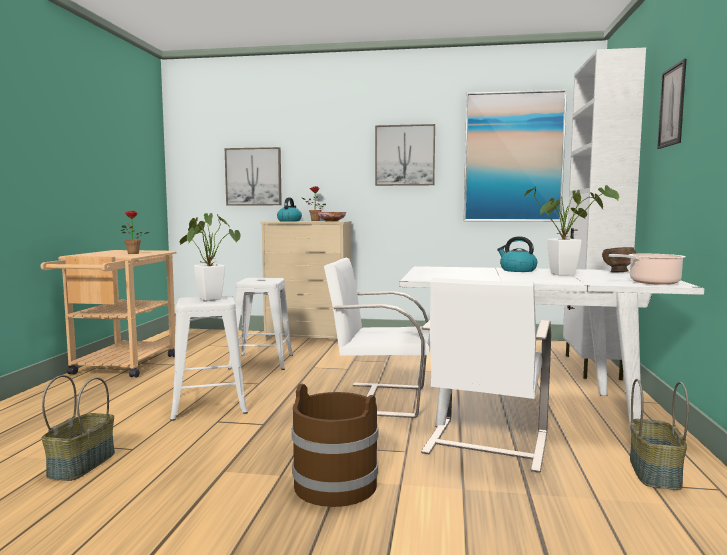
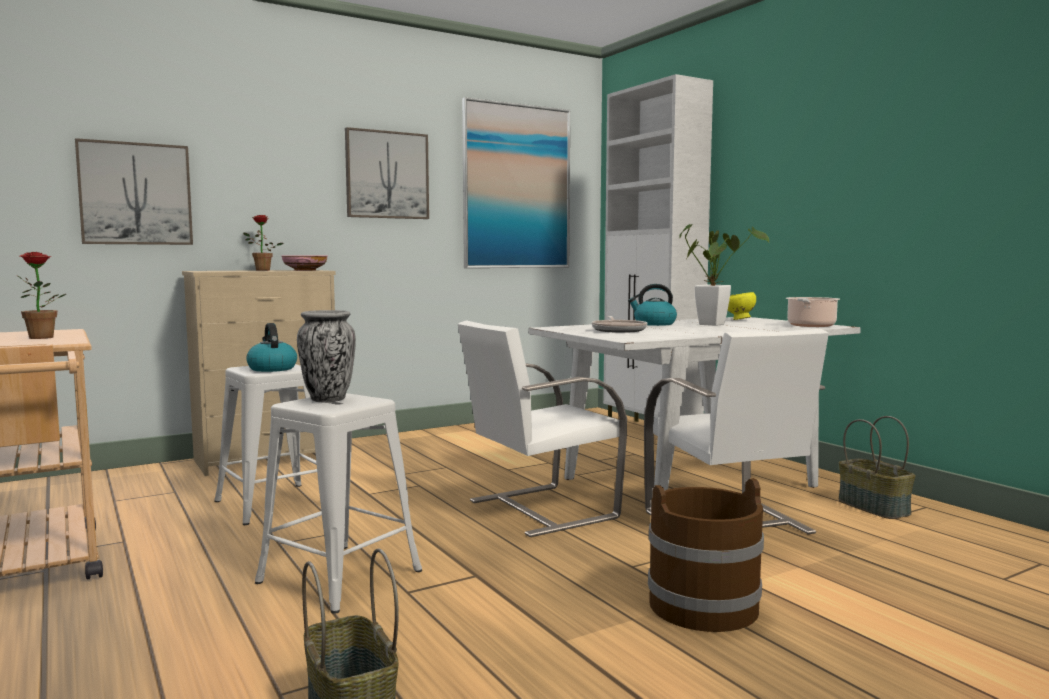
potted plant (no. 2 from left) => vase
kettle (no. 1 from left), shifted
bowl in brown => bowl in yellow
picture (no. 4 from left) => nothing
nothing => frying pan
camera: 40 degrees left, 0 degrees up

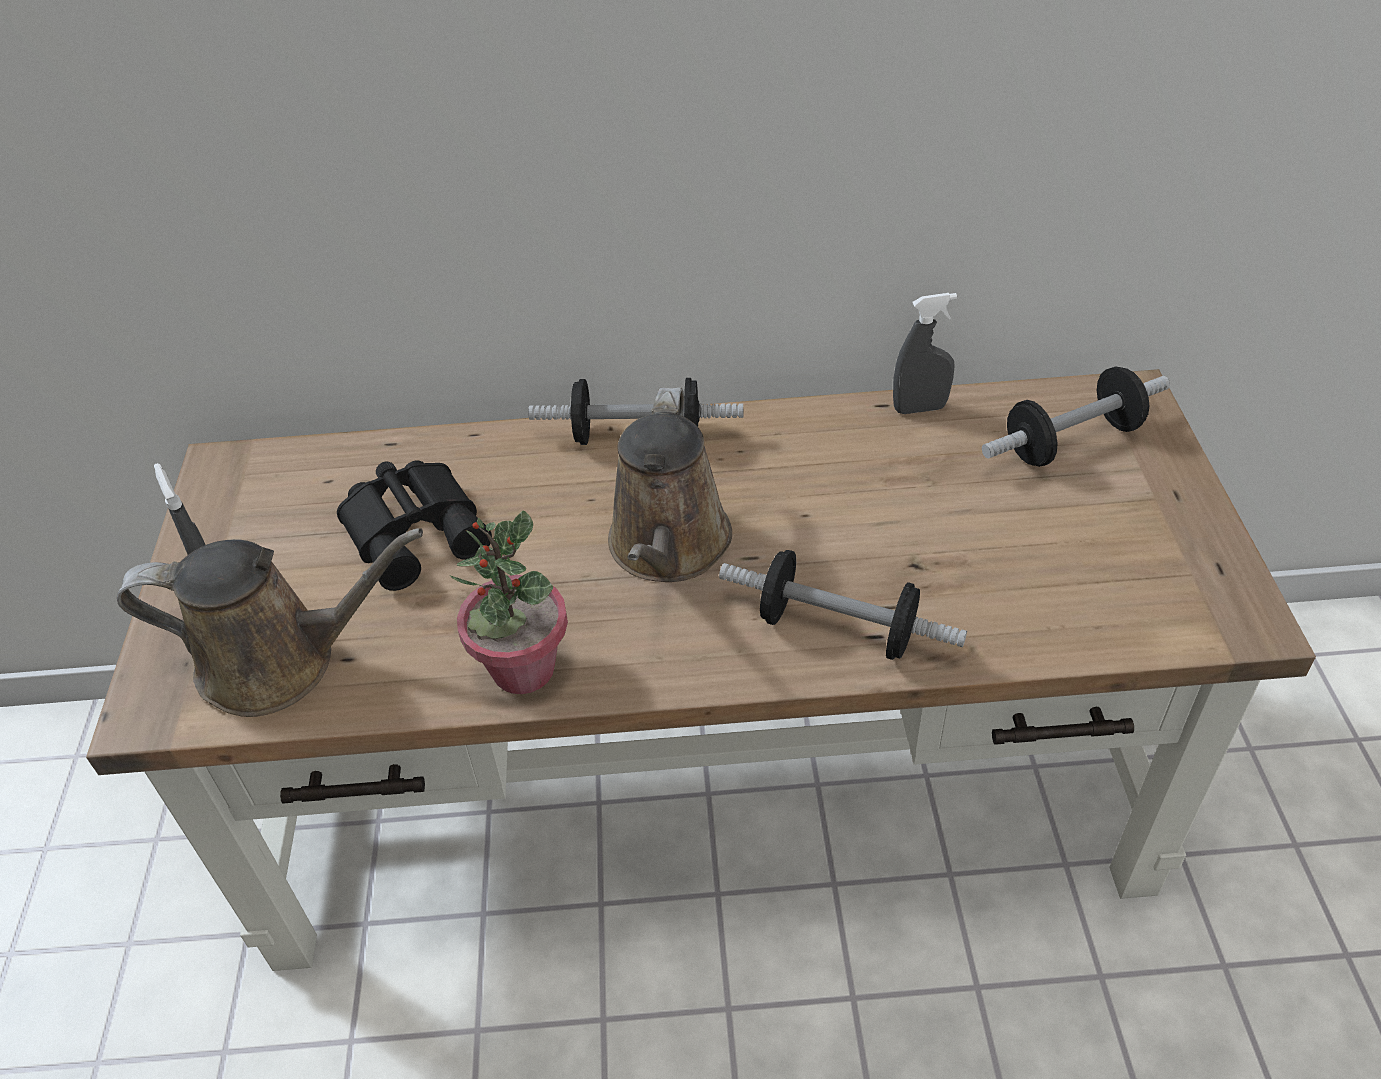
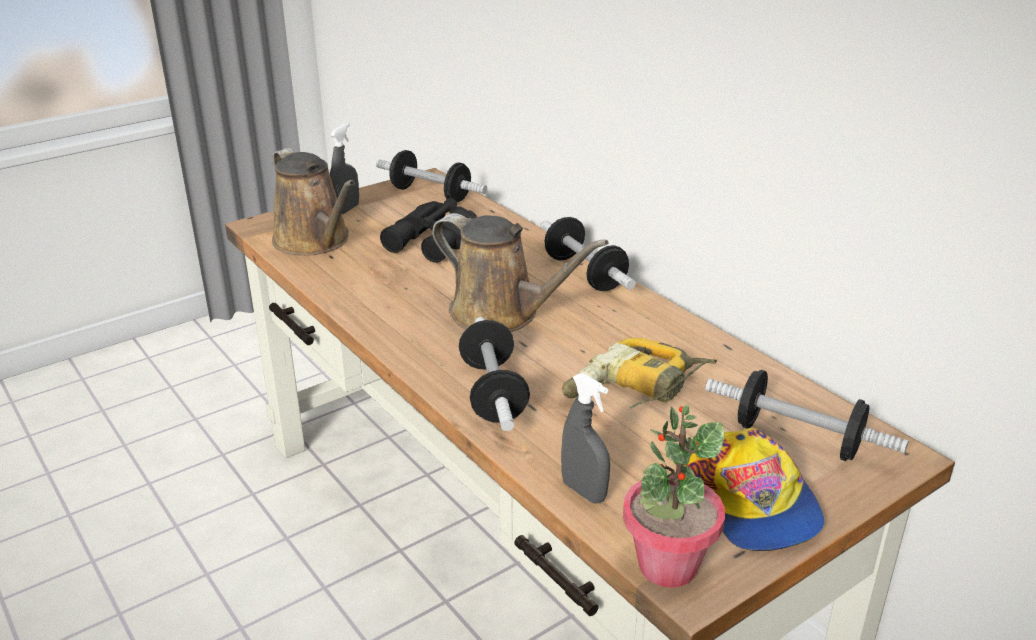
potted plant, shifted
watering can in brown (no. 2 from left), 120 degrees counterclockwise
spray bottle in grey (no. 2 from left), shifted
nothing => dumbbell (no. 1 from left)
nothing => power drill
nothing => cap
camera: 55 degrees right, 15 degrees down

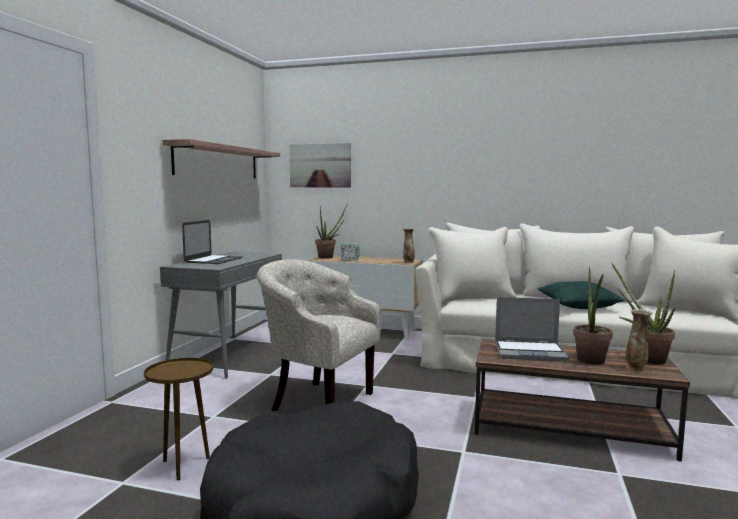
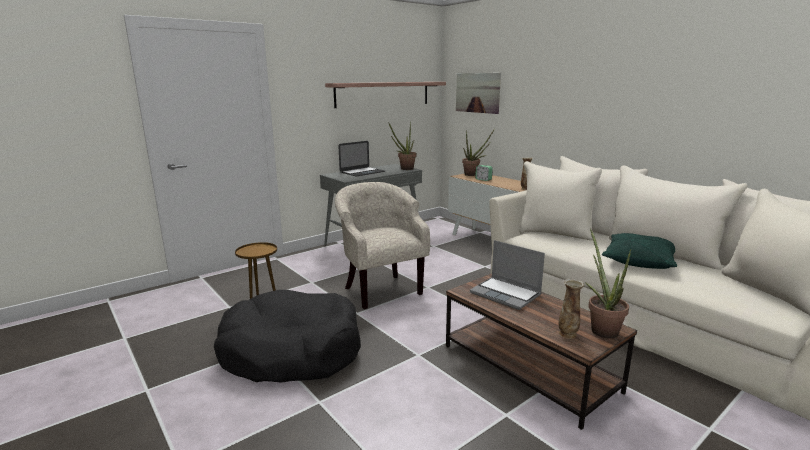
potted plant (no. 2 from left in the first image) => potted plant (no. 1 from left), shifted
camera: 35 degrees right, 10 degrees up

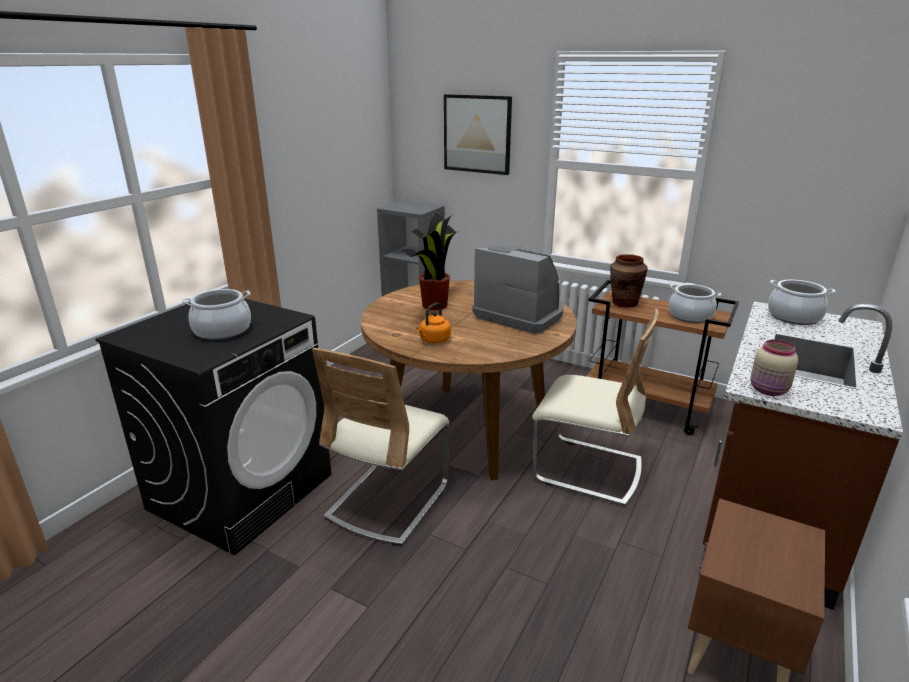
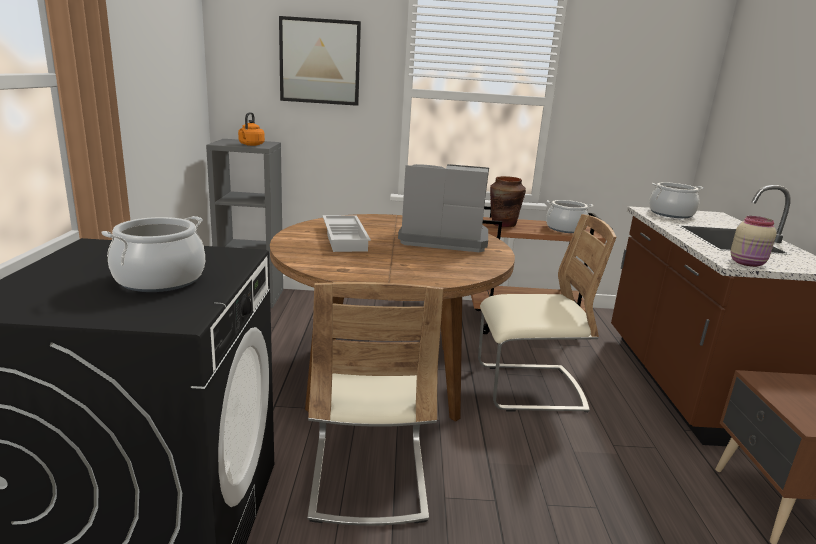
potted plant => tray in white
kettle in orange, shifted
camera: 30 degrees left, 5 degrees down

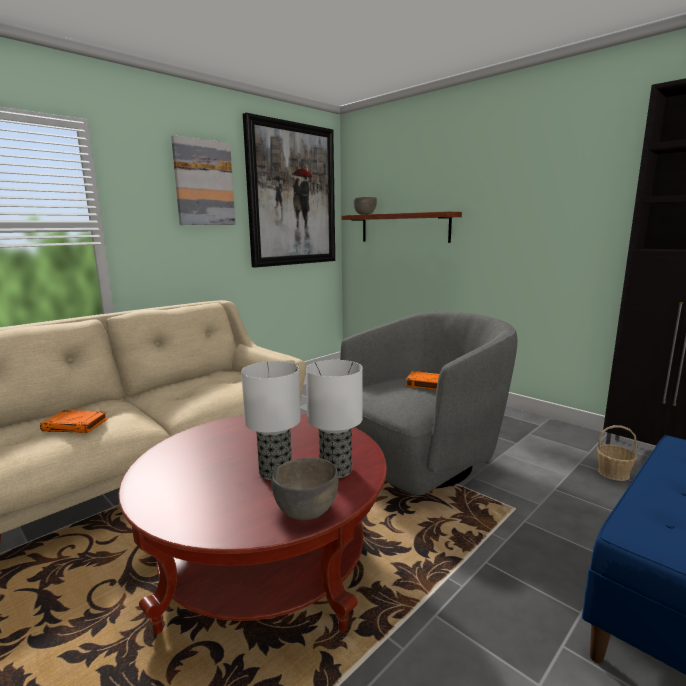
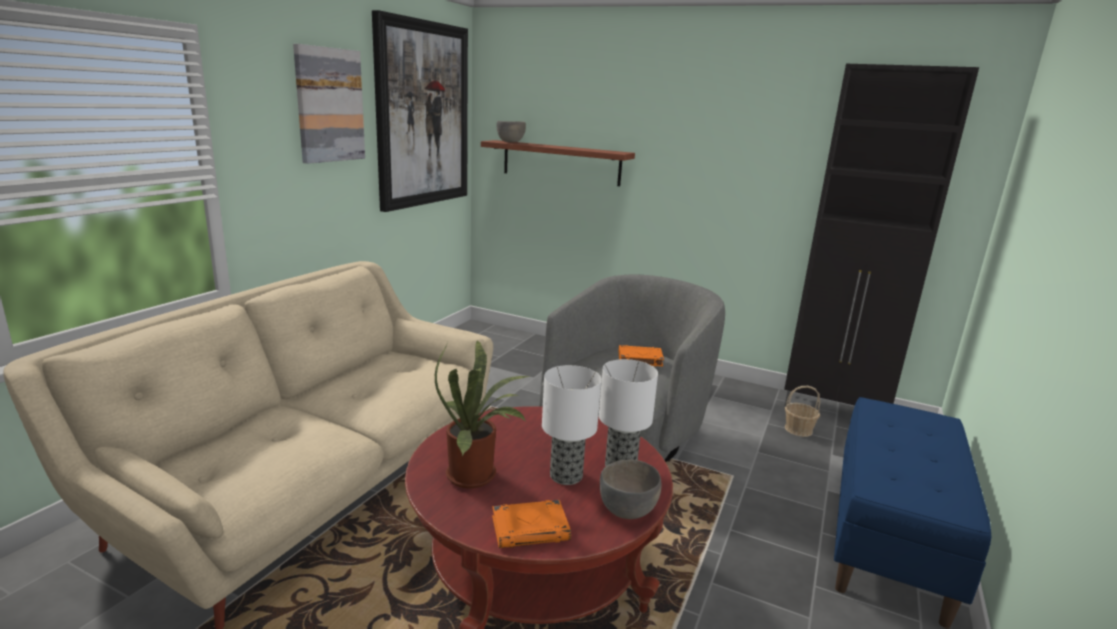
book in orange (no. 1 from left), shifted
nothing => potted plant
camera: 20 degrees left, 5 degrees up

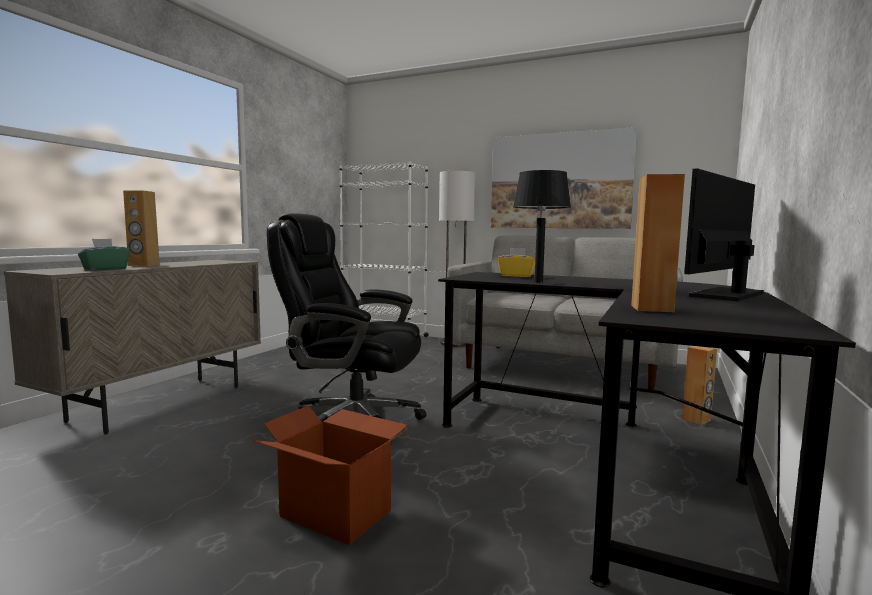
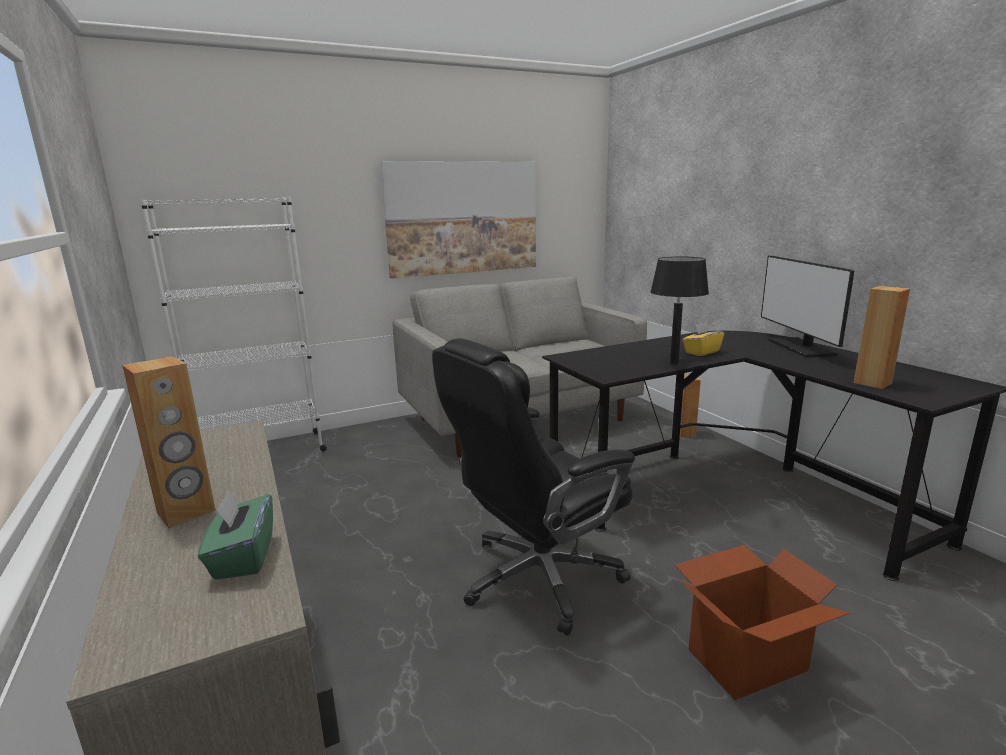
floor lamp => nothing
tissue box in yellow, shifted
camera: 50 degrees left, 10 degrees up

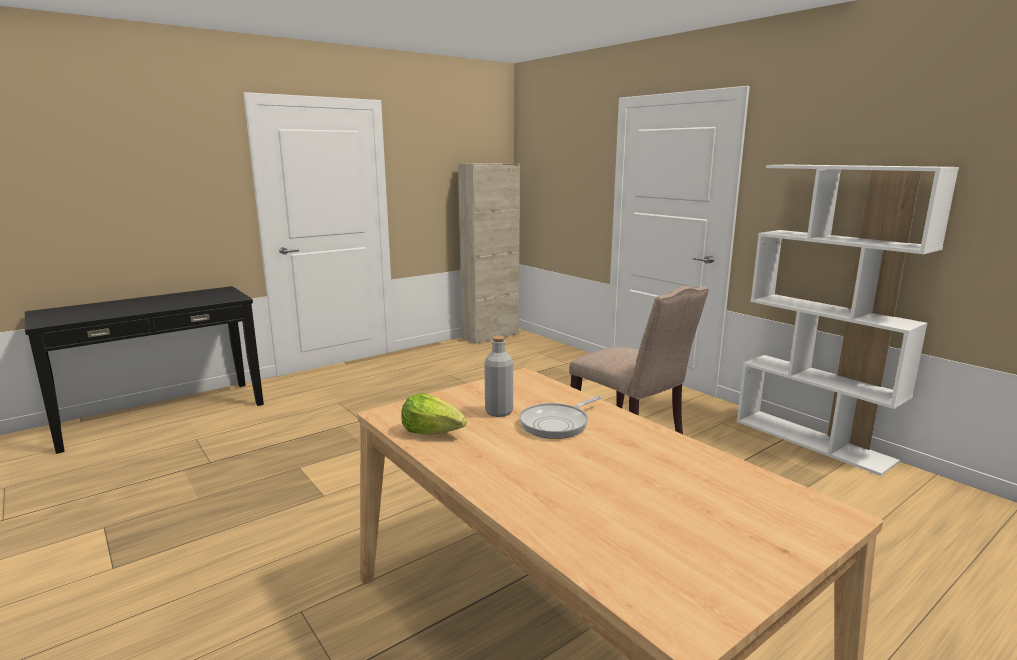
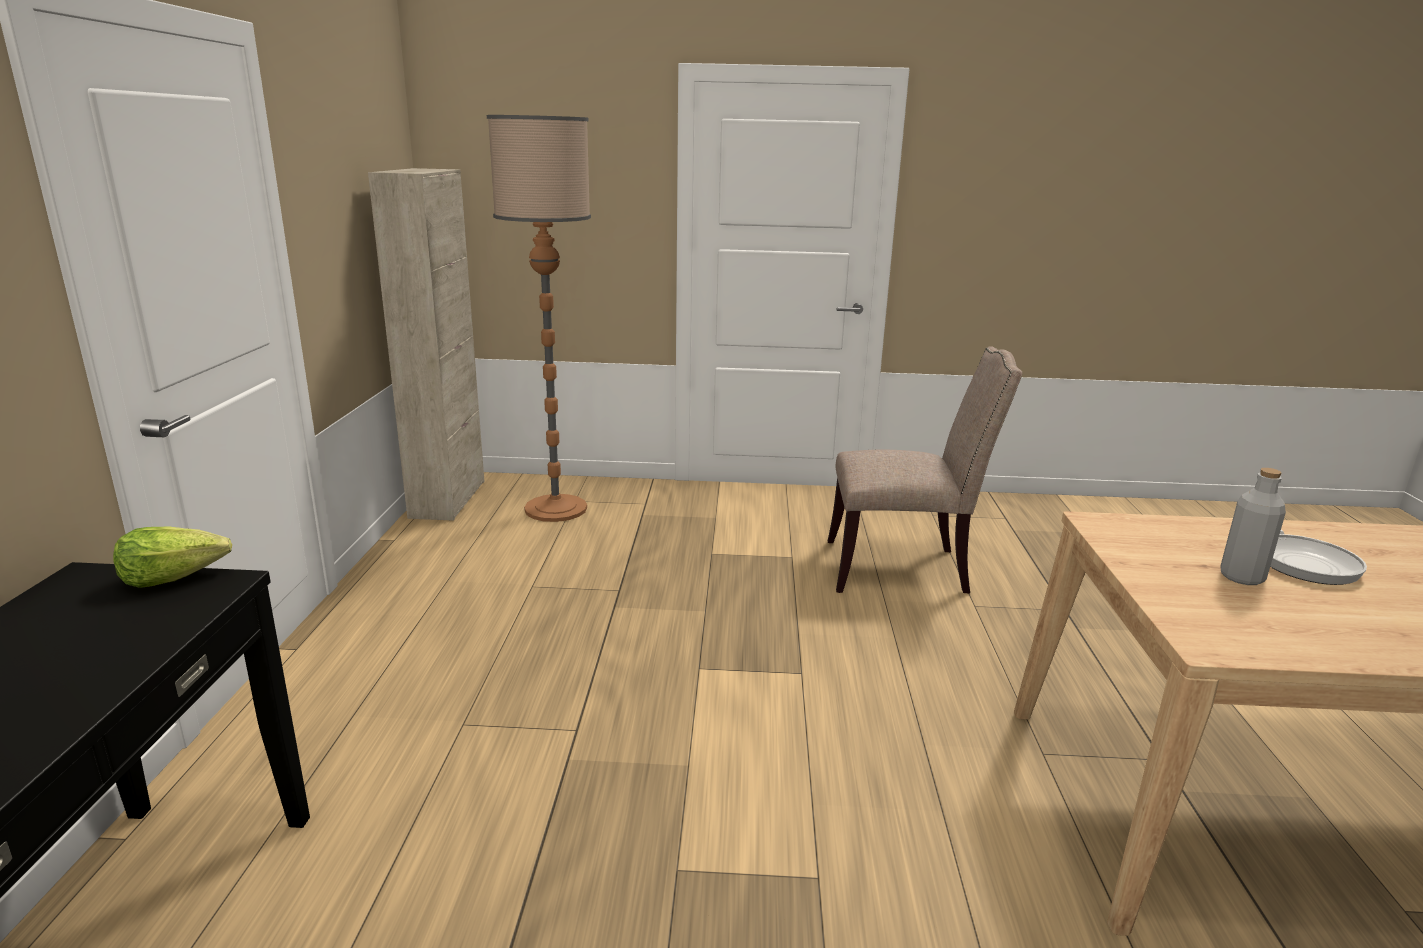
lettuce, shifted
bookcase in white => nothing
nothing => floor lamp
camera: 50 degrees left, 5 degrees up

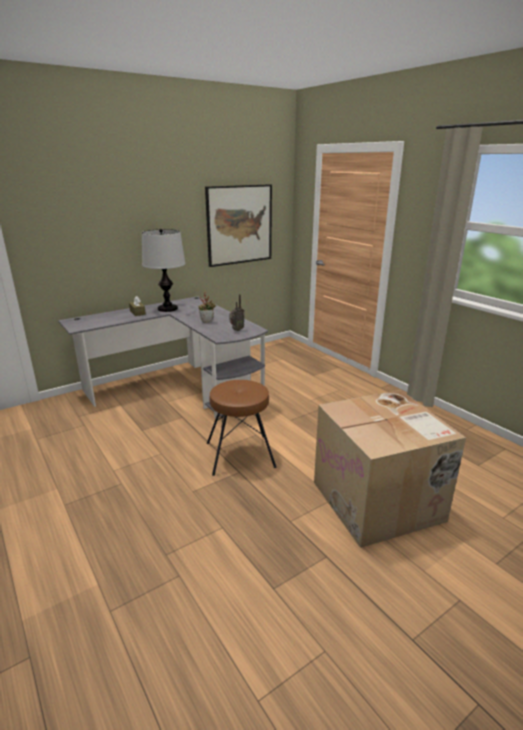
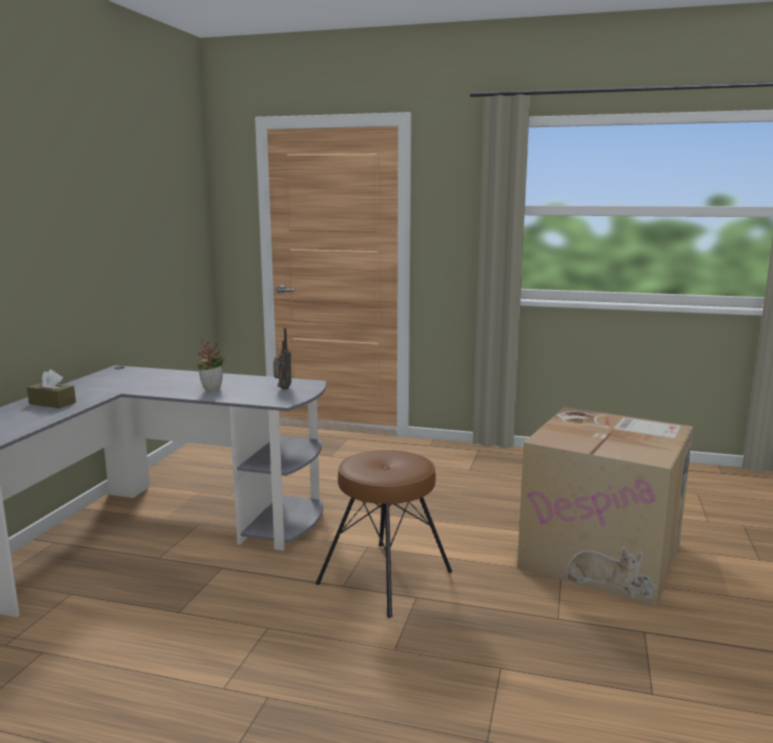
table lamp => nothing
picture => nothing
camera: 40 degrees left, 10 degrees down

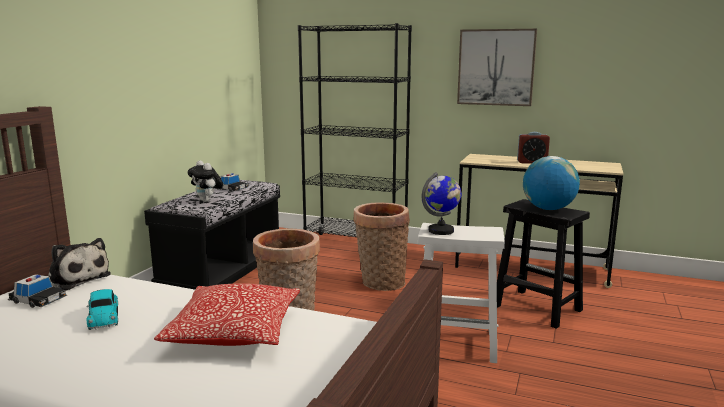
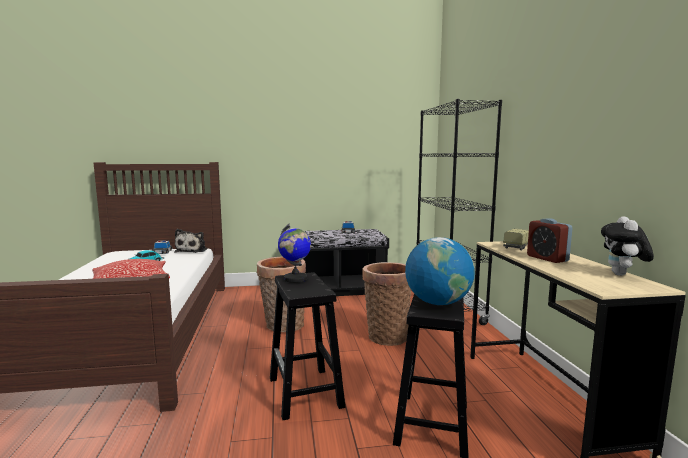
plush toy (no. 2 from left), shifted
stool in white => stool in black (no. 1 from left)
picture => nothing
nothing => toy truck
camera: 60 degrees right, 5 degrees down

